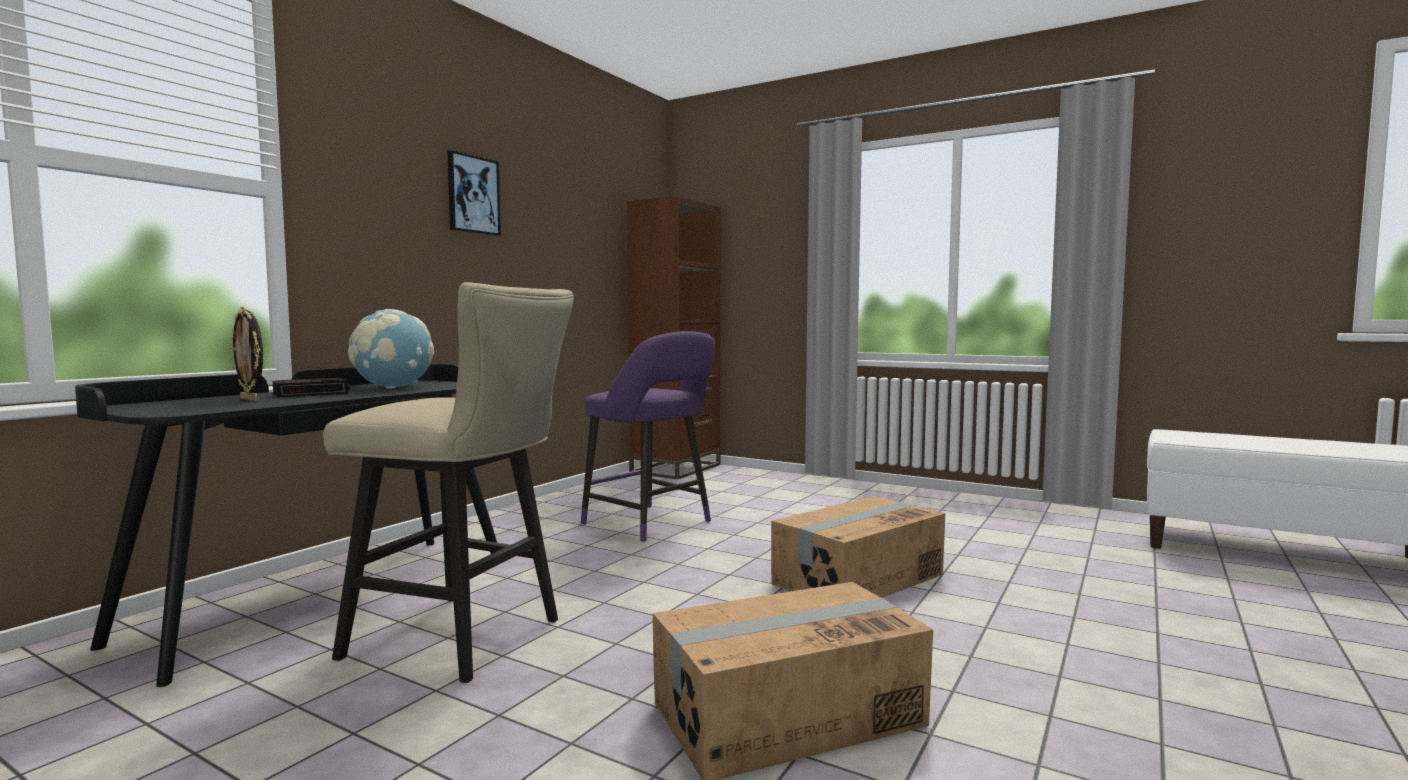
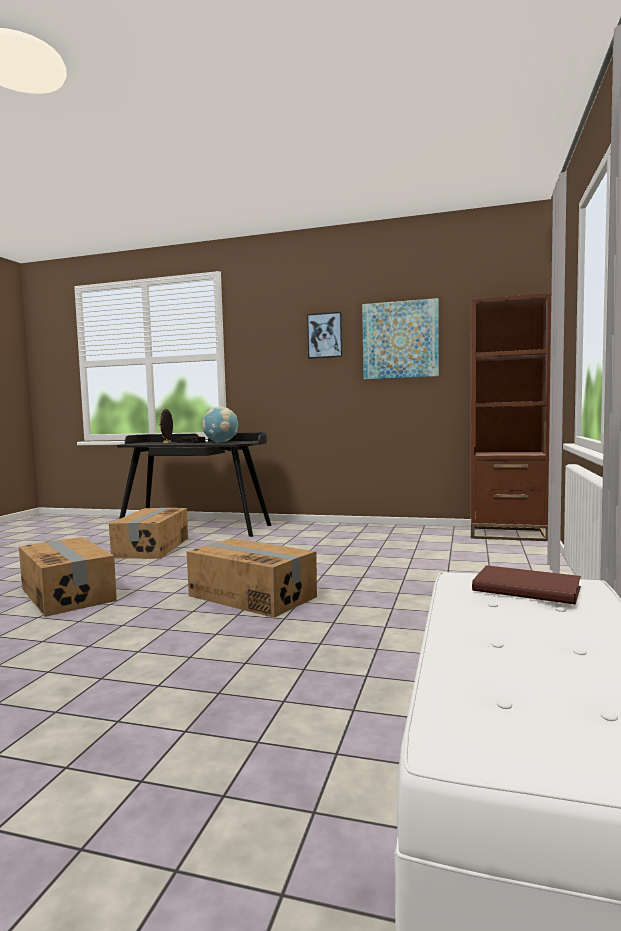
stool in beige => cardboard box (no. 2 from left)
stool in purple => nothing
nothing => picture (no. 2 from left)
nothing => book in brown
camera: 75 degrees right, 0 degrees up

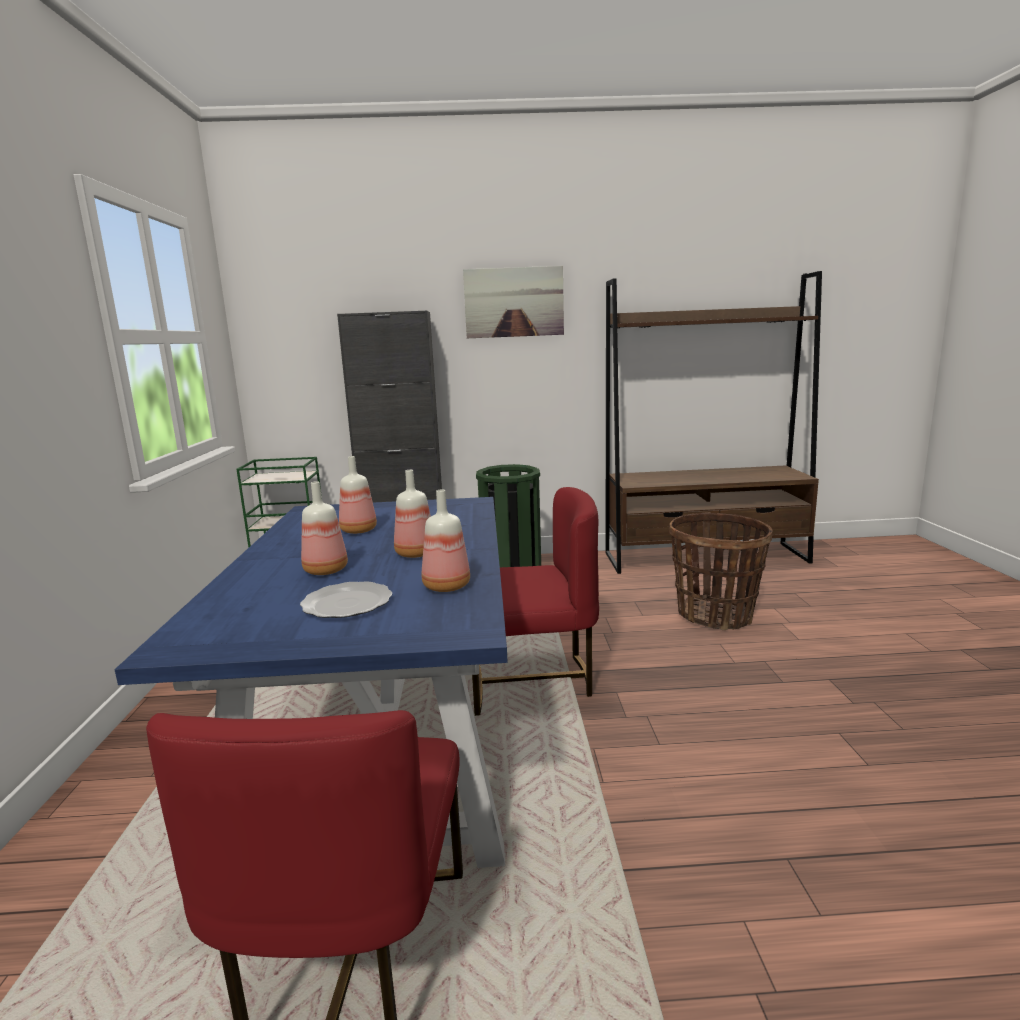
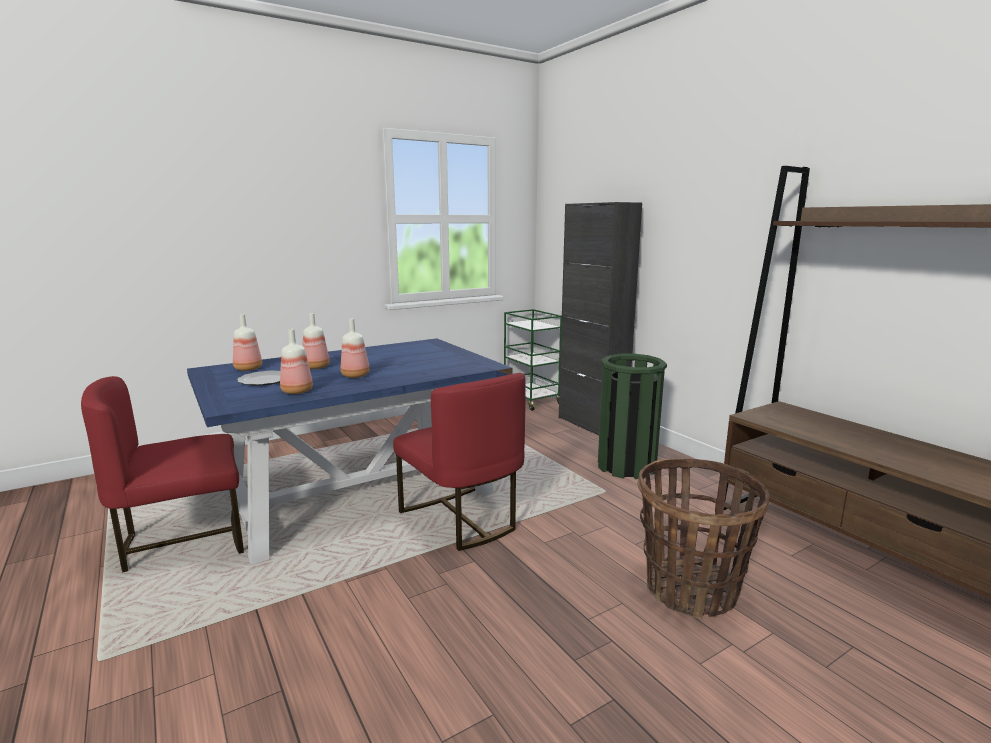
bottle (no. 2 from left in the first image) => bottle (no. 1 from left), shifted
picture => nothing
camera: 60 degrees right, 0 degrees up

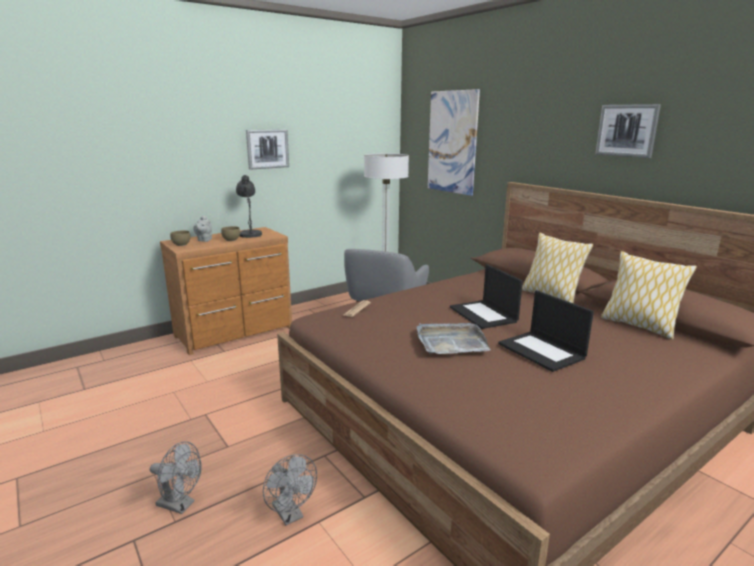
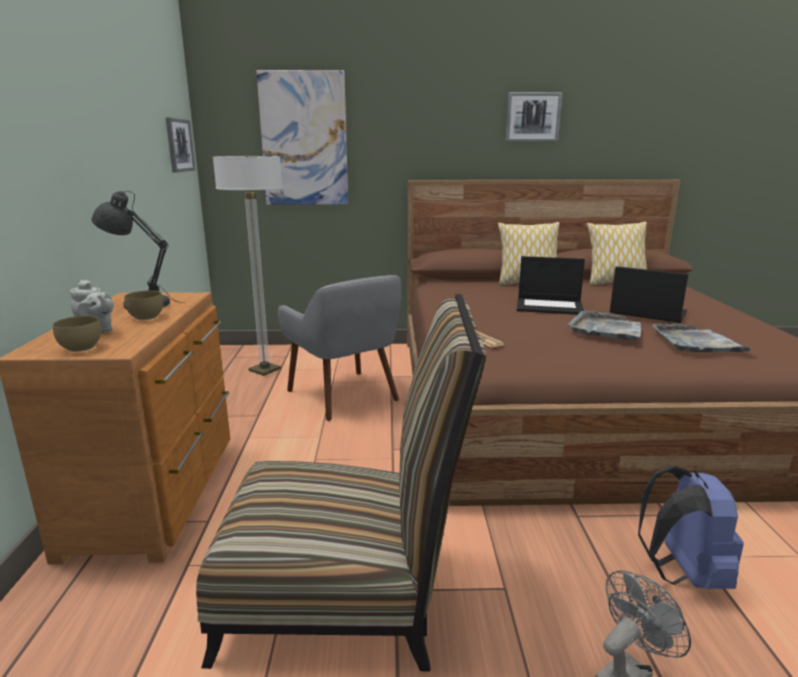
picture (no. 1 from left), shifted
fan in grey (no. 2 from left) => backpack in blue
laptop (no. 2 from left), 150 degrees counterclockwise
nothing => chair
nothing => tray in grey (no. 2 from left)
camera: 55 degrees left, 0 degrees up

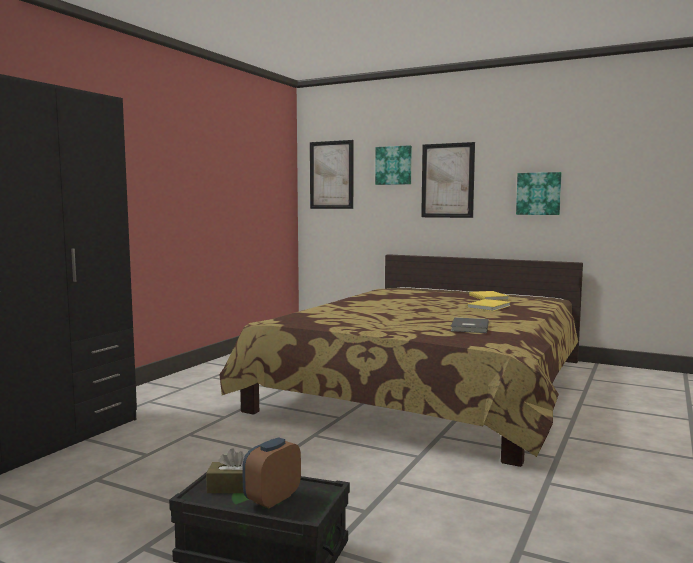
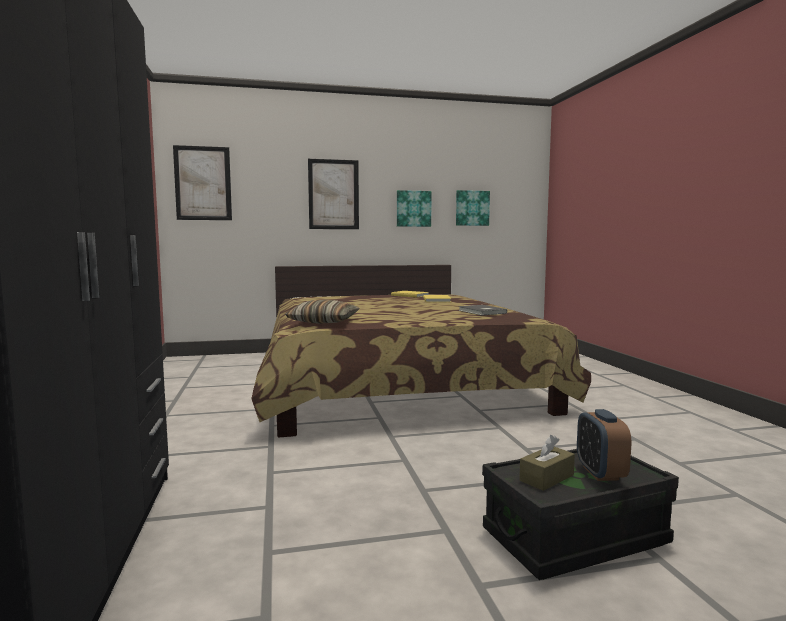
picture (no. 2 from left in the first image) => picture (no. 4 from left), shifted
nothing => pillow
camera: 40 degrees left, 0 degrees up

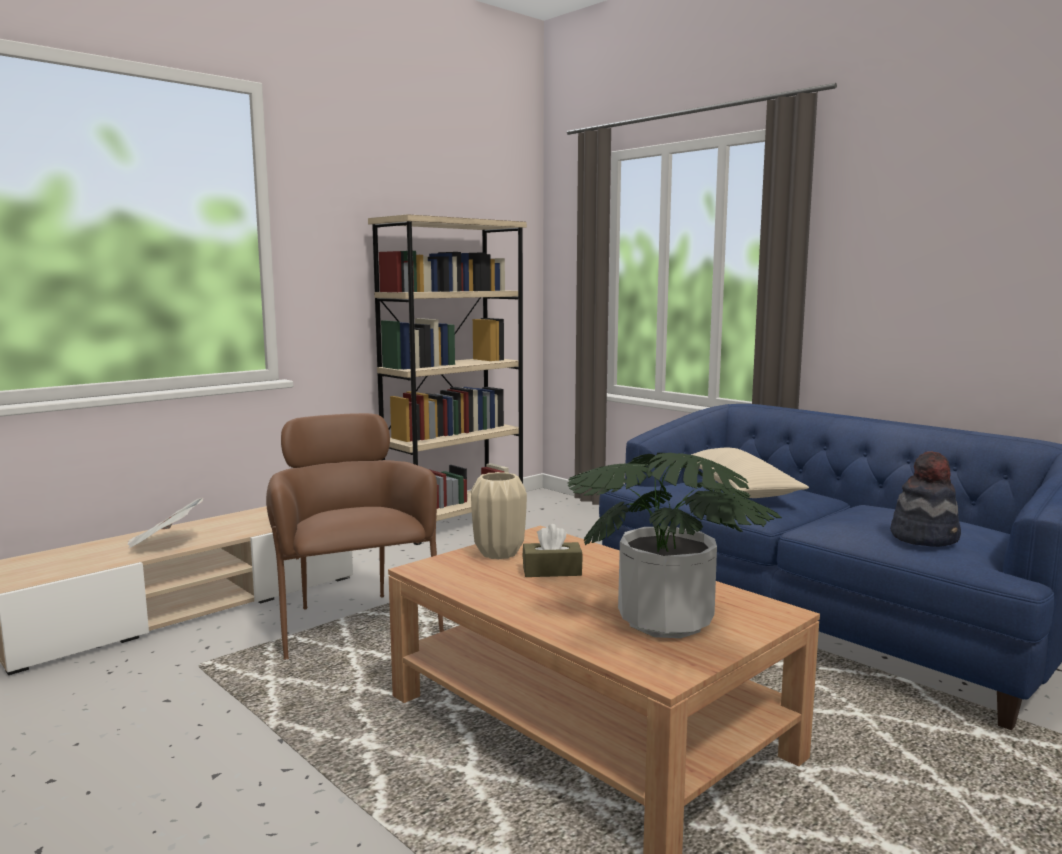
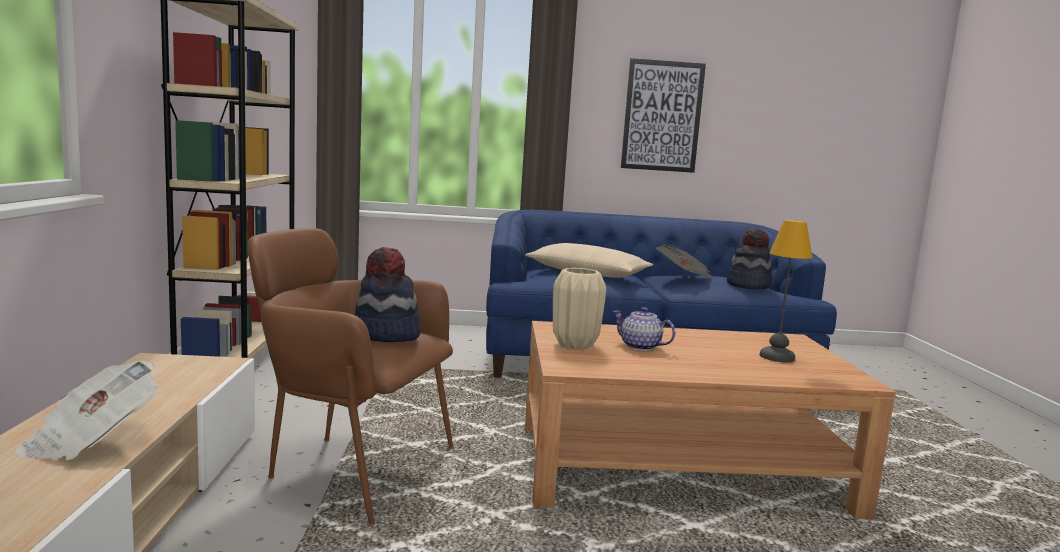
tissue box in brown => teapot
potted plant => table lamp
nothing => hat (no. 1 from left)
nothing => picture
nothing => newspaper (no. 2 from left)
camera: 50 degrees left, 0 degrees up

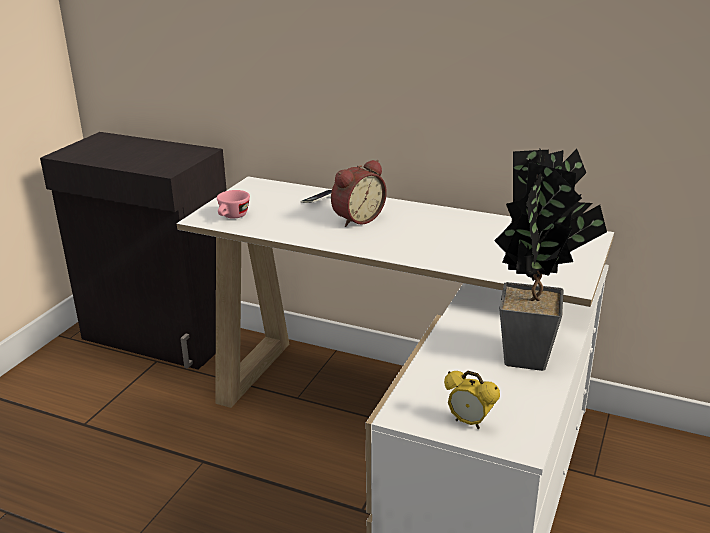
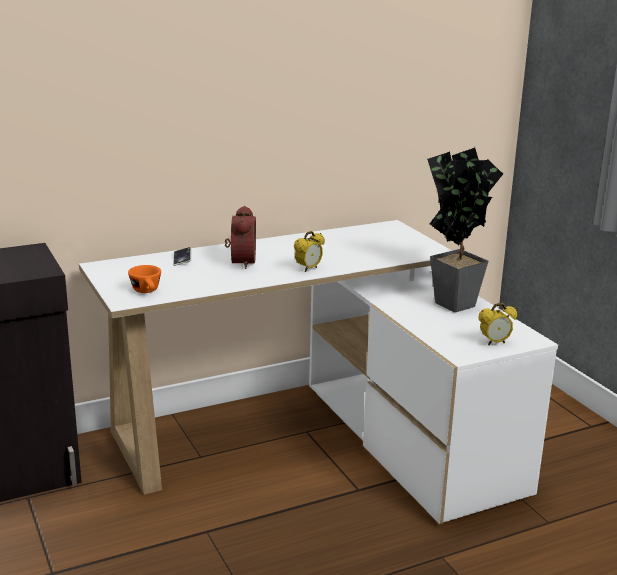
cup in pink => cup in orange
nothing => alarm clock (no. 2 from left)
camera: 50 degrees left, 5 degrees down

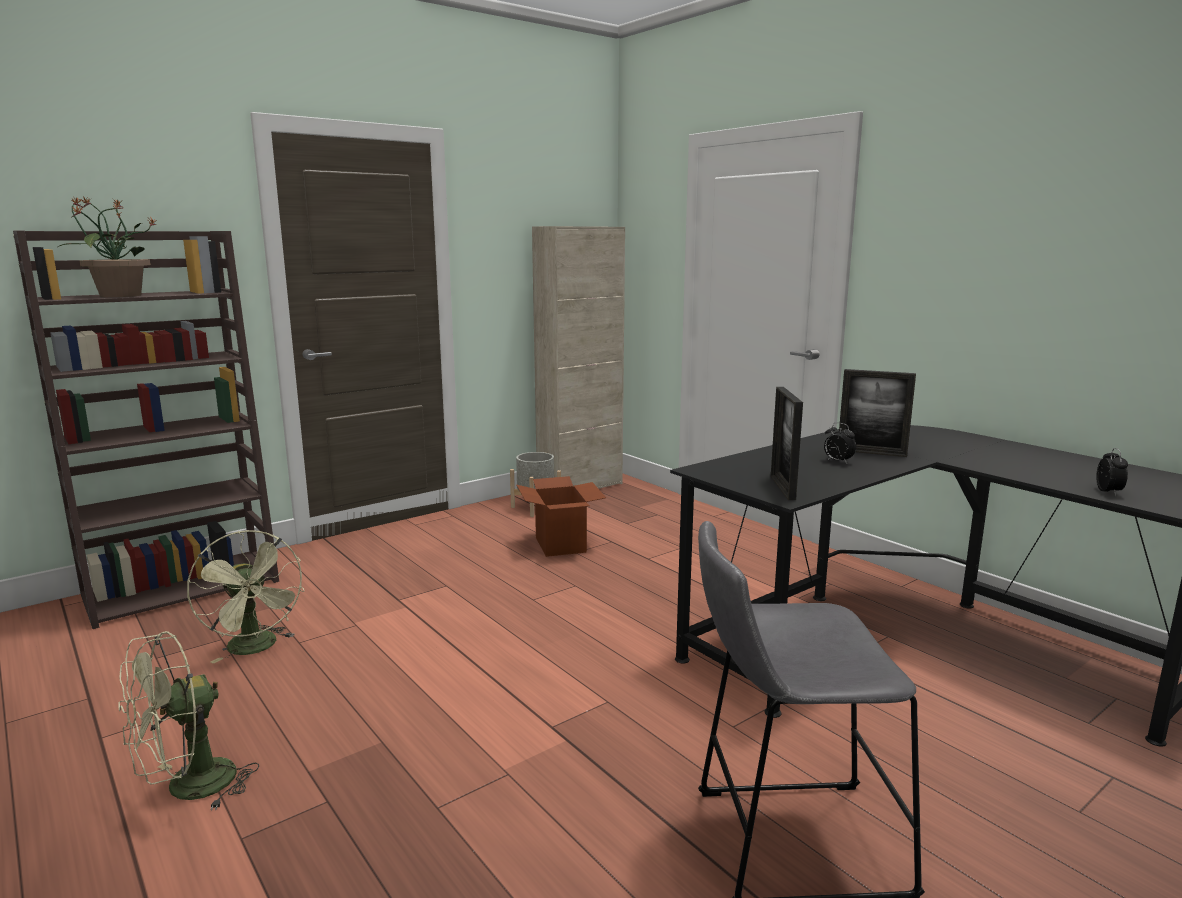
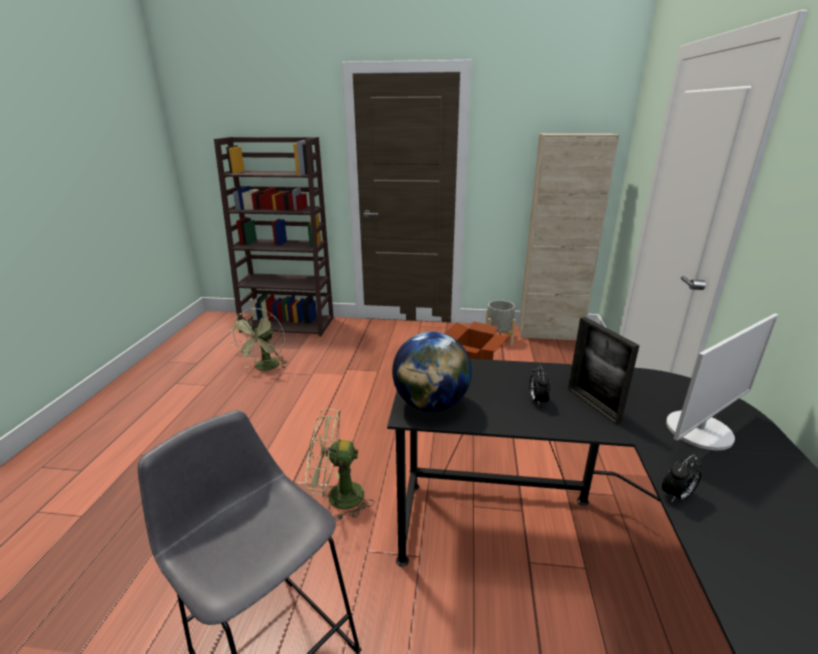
potted plant => nothing
fan in green (no. 1 from left in the first image) => fan in green (no. 2 from left), shifted
picture frame (no. 1 from left) => globe
alarm clock (no. 2 from left), shifted
nothing => monitor
camera: 45 degrees right, 10 degrees up

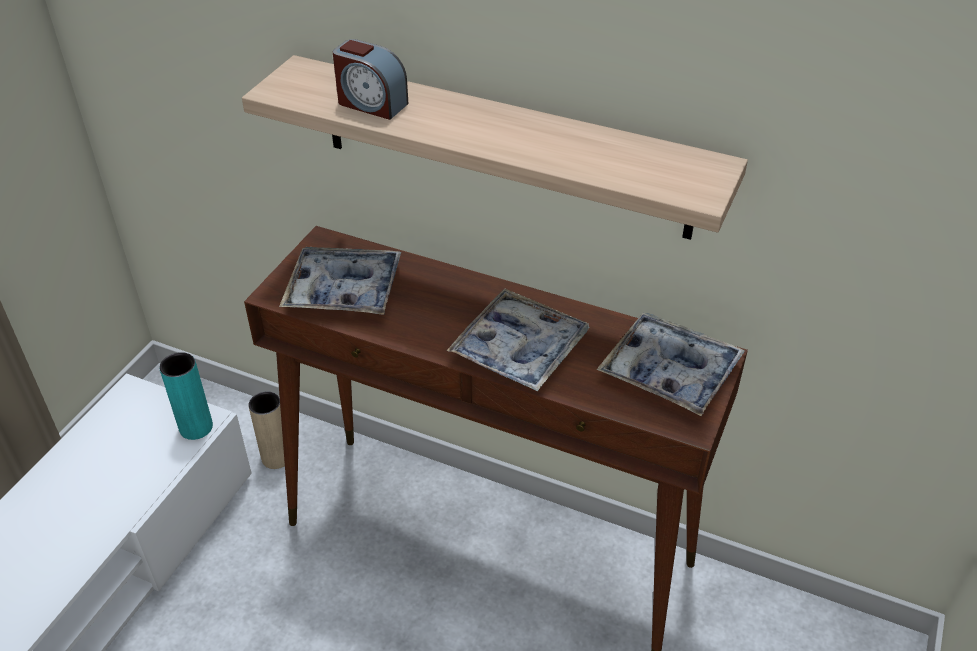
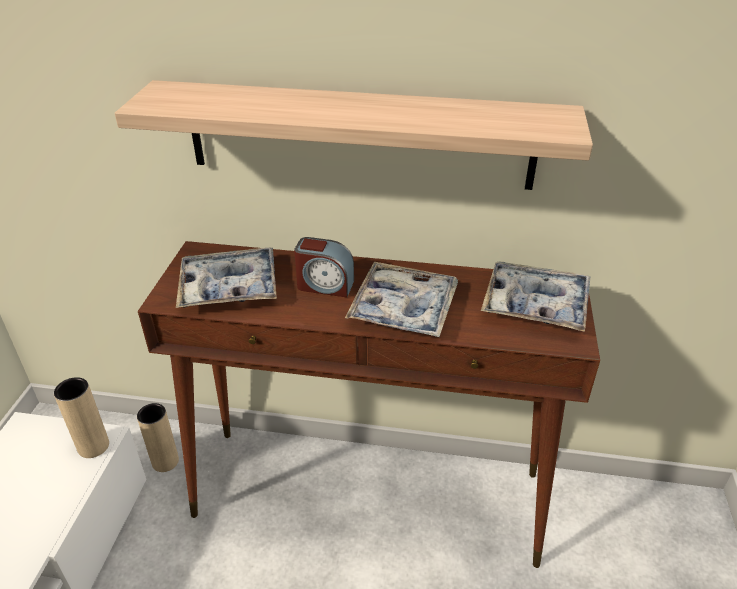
vase in turquoise => vase in beige (no. 1 from left)
alarm clock, shifted
camera: 15 degrees left, 5 degrees down

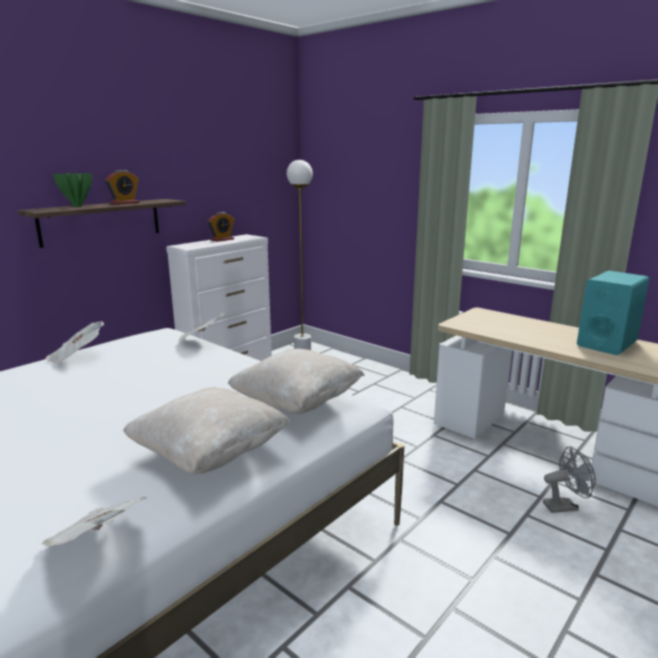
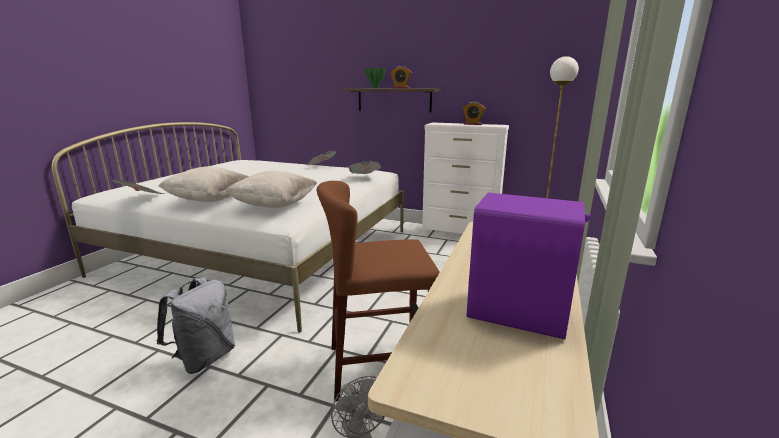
speaker in turquoise => speaker in purple
nothing => backpack in grey
nothing => stool in brown
camera: 70 degrees right, 0 degrees up

